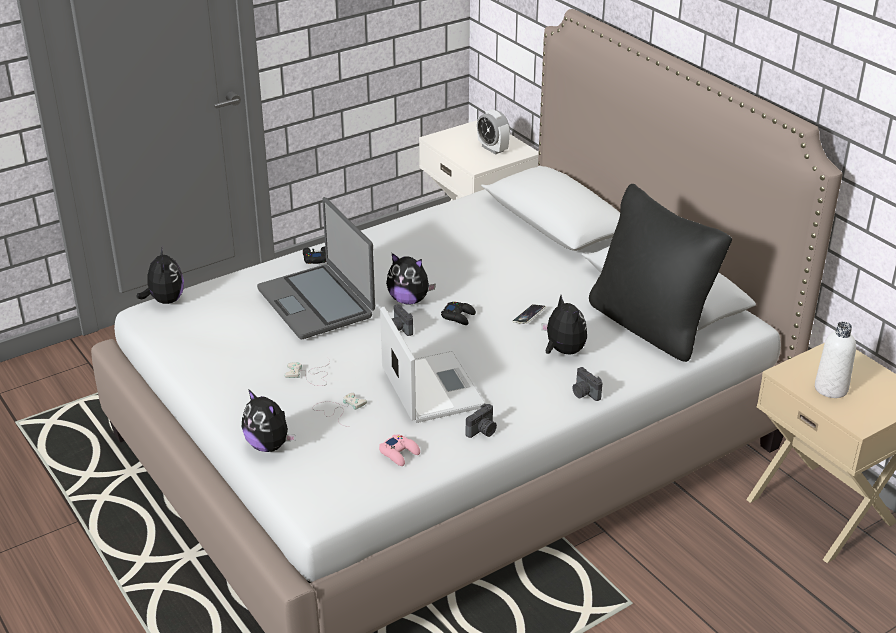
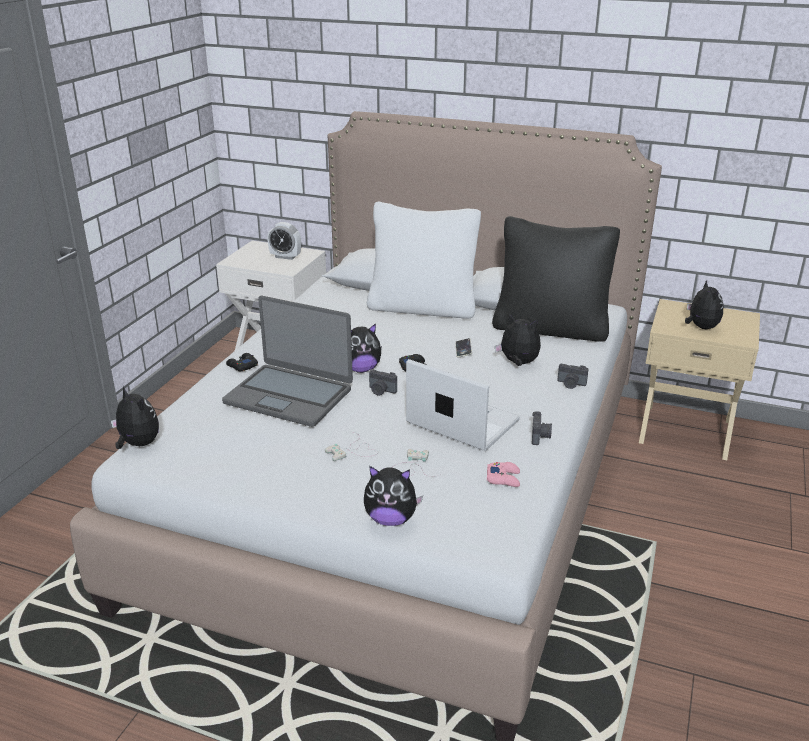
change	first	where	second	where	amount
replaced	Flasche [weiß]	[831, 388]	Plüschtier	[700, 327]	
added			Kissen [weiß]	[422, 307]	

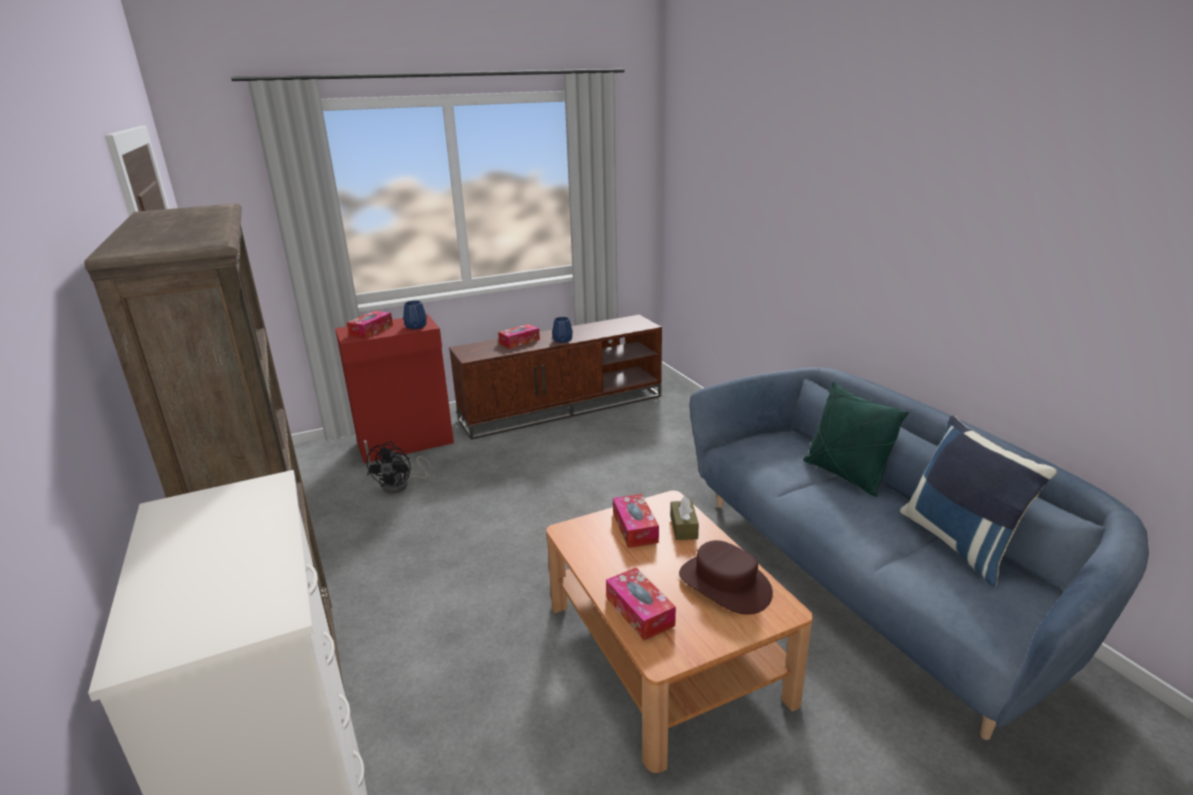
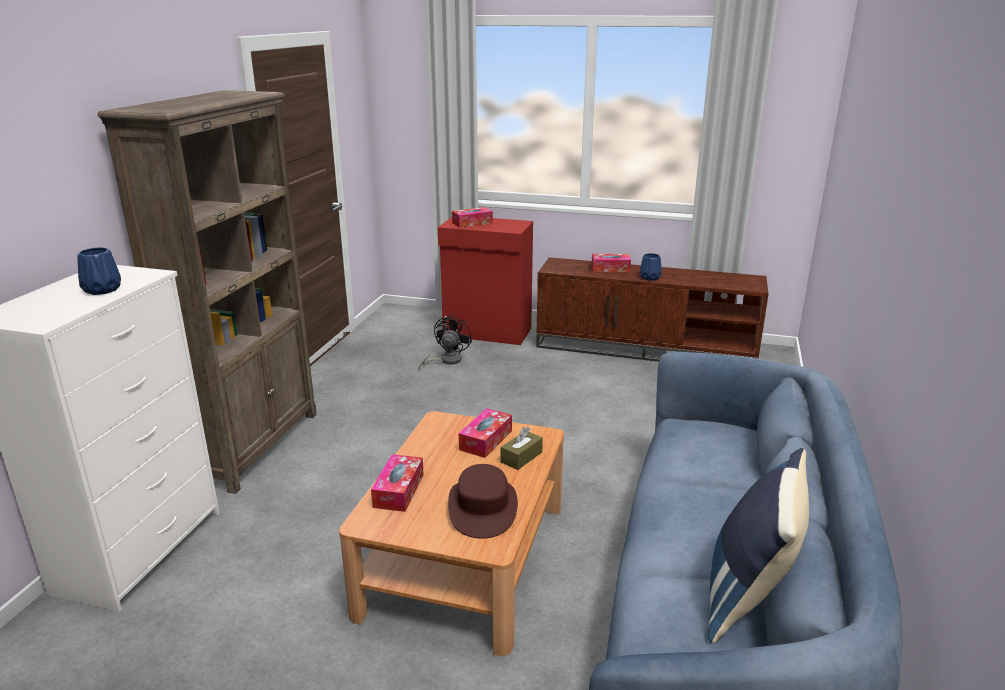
change	first	where	second	where	amount
turned	Ventilator [schwarz]	[401, 485]		[446, 361]	150 degrees clockwise
moved	Vase [blau]	[415, 326]		[101, 289]	
removed	Kissen [grün]	[845, 475]			

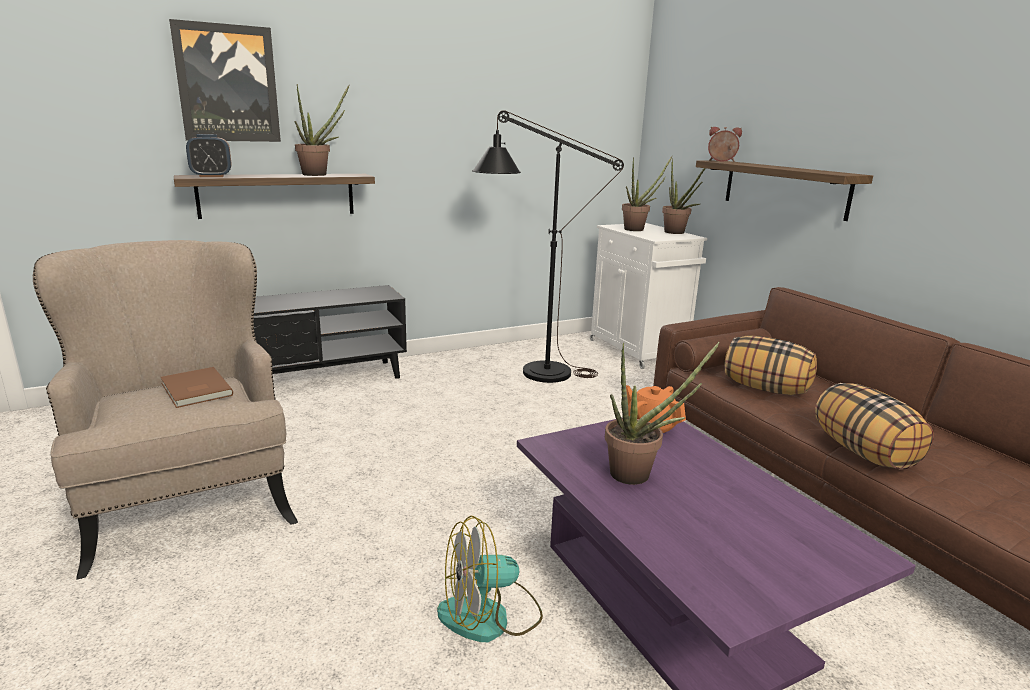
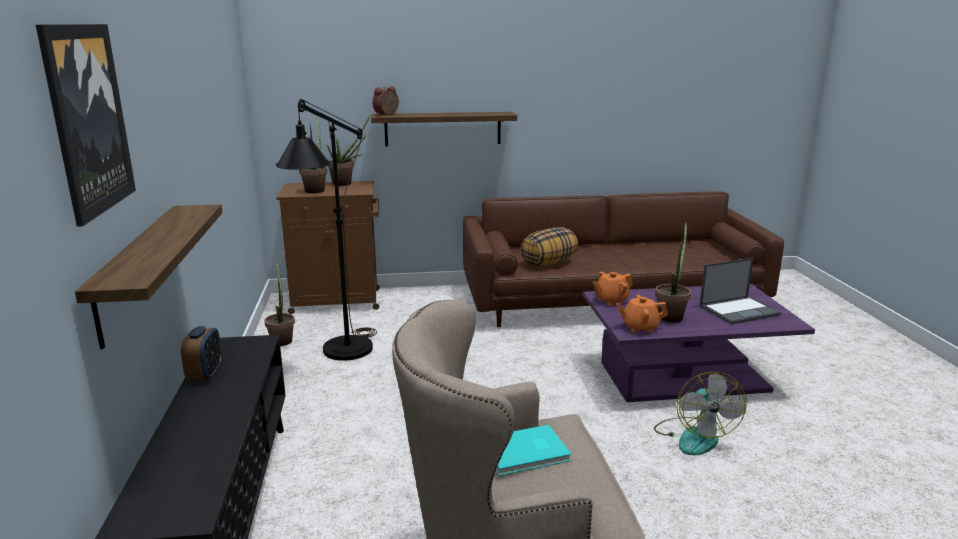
change	first	where	second	where	amount
recoloured	Buch [braun]	[194, 390]	Buch [türkis]	[527, 453]	
moved	Wecker	[211, 176]		[205, 374]	
moved	Topfpflanze	[320, 174]		[282, 339]	
recoloured	Schrank [weiß]	[639, 351]	Schrank [braun]	[338, 301]	
removed	Kissen	[864, 453]			
added			Teekanne [orange]	[640, 327]	
added			Laptop	[739, 310]	

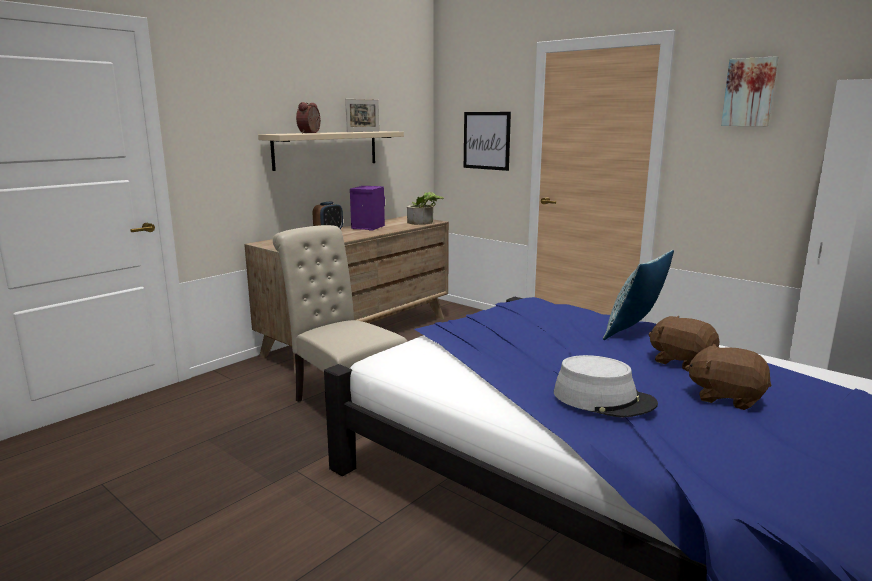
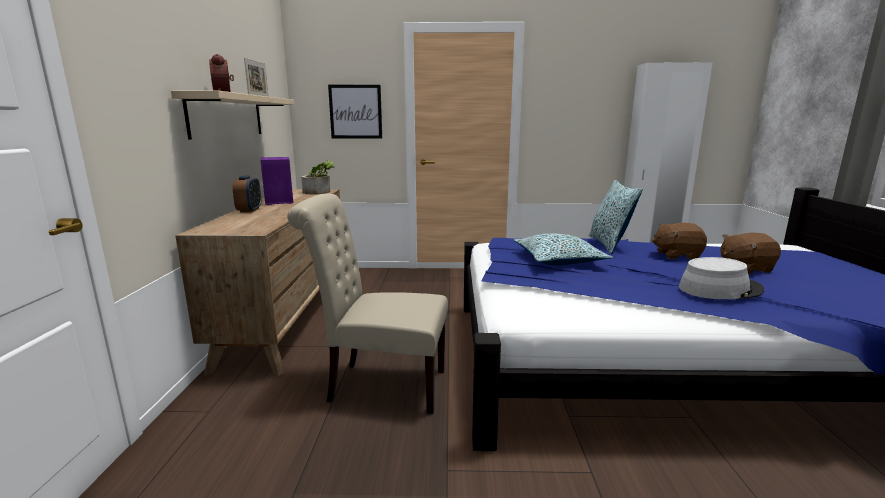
change	first	where	second	where	amount
removed	Bild	[749, 92]			
added			Kissen	[558, 260]	

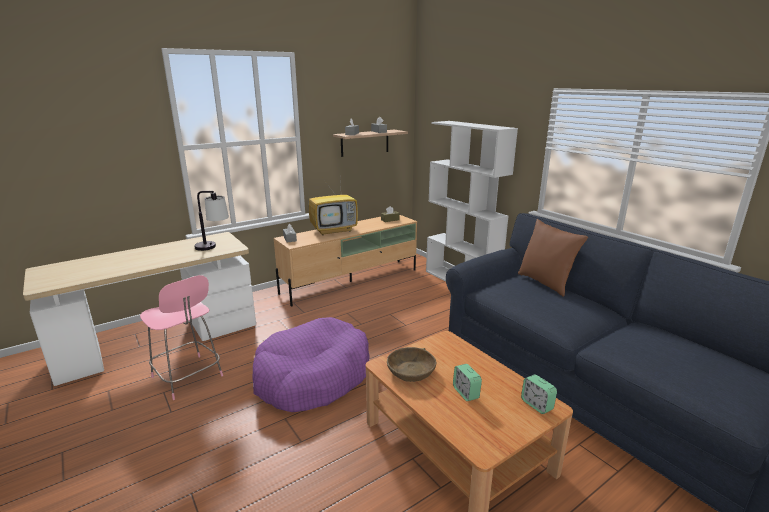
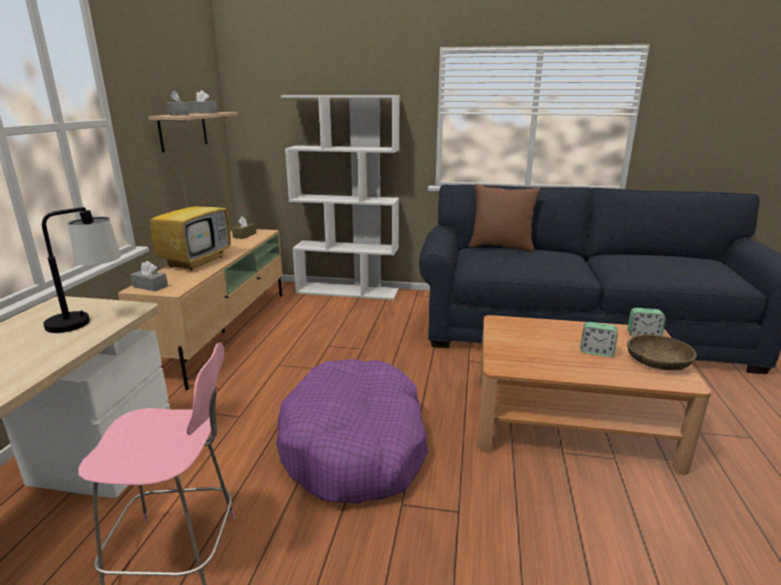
change	first	where	second	where	amount
moved	Schüssel [braun]	[411, 371]		[657, 361]	

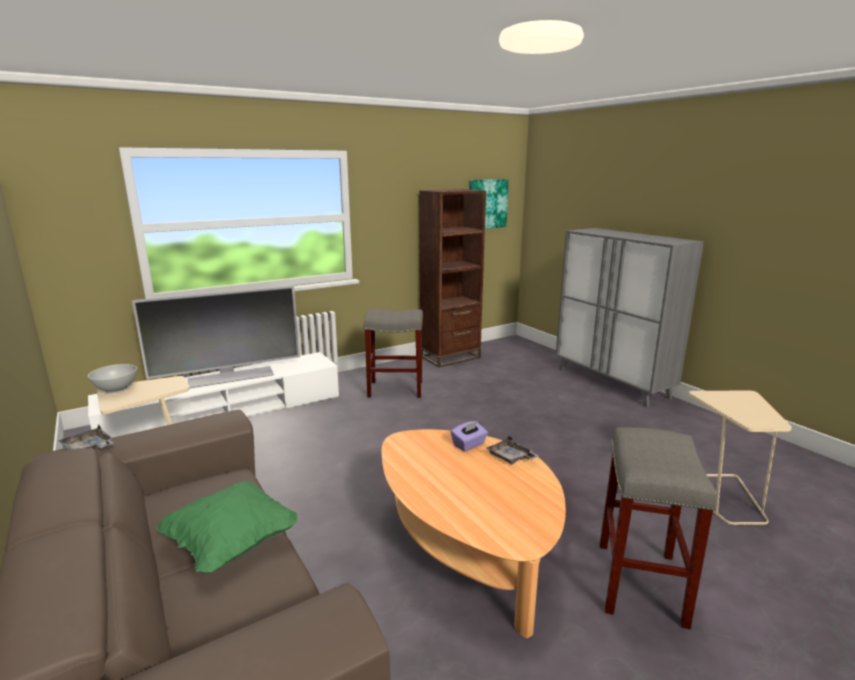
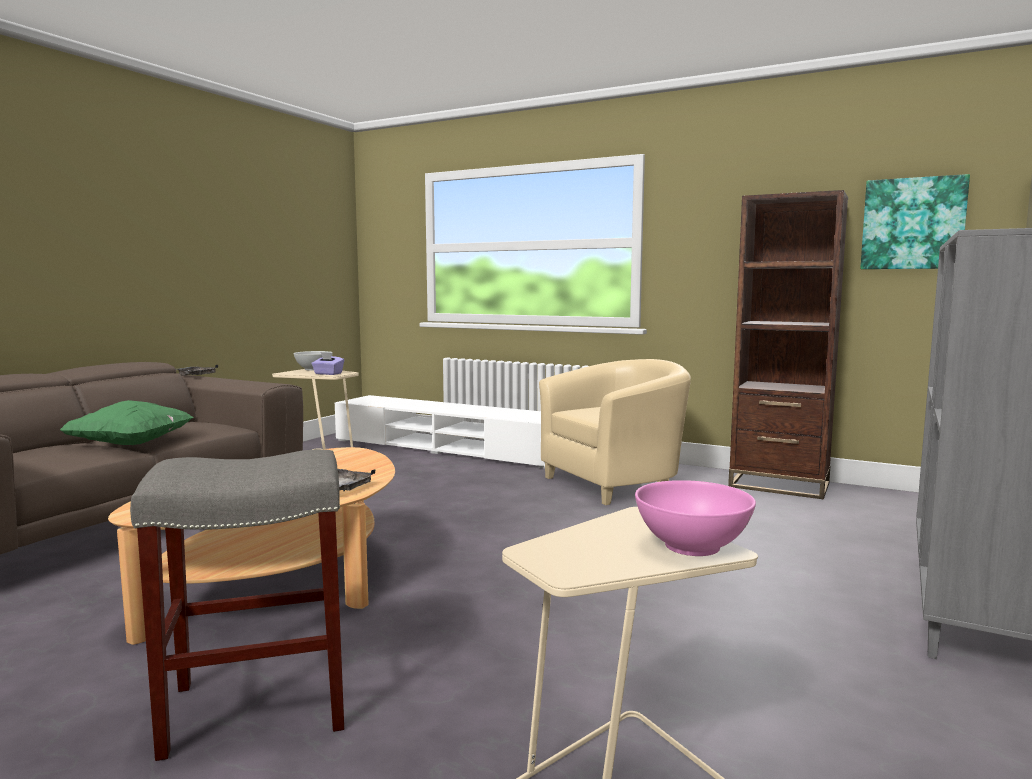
change	first	where	second	where	amount
removed	Fernseher	[230, 376]			
replaced	Hocker [grau]	[396, 389]	Sessel [beige]	[616, 483]	
moved	Taschentuchbox [lila]	[469, 445]		[328, 374]	
added			Schüssel [rosa]	[691, 546]	

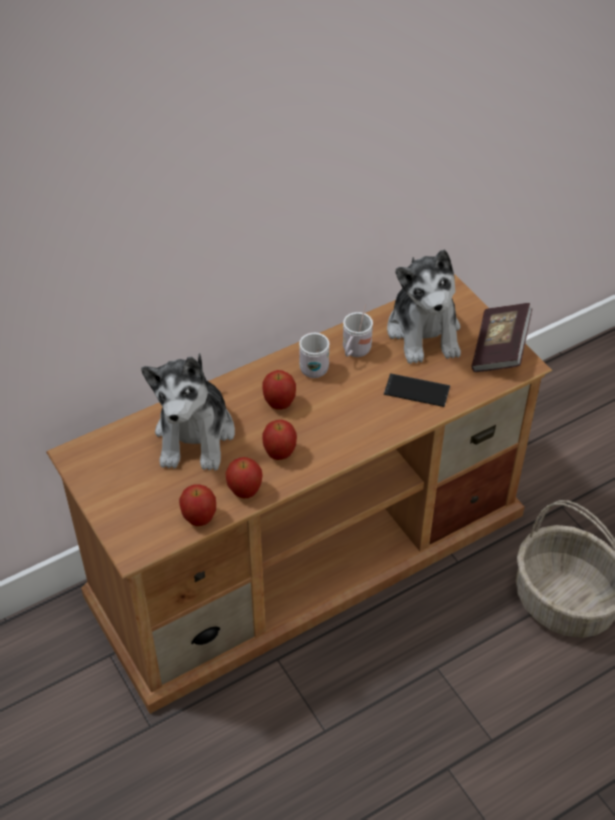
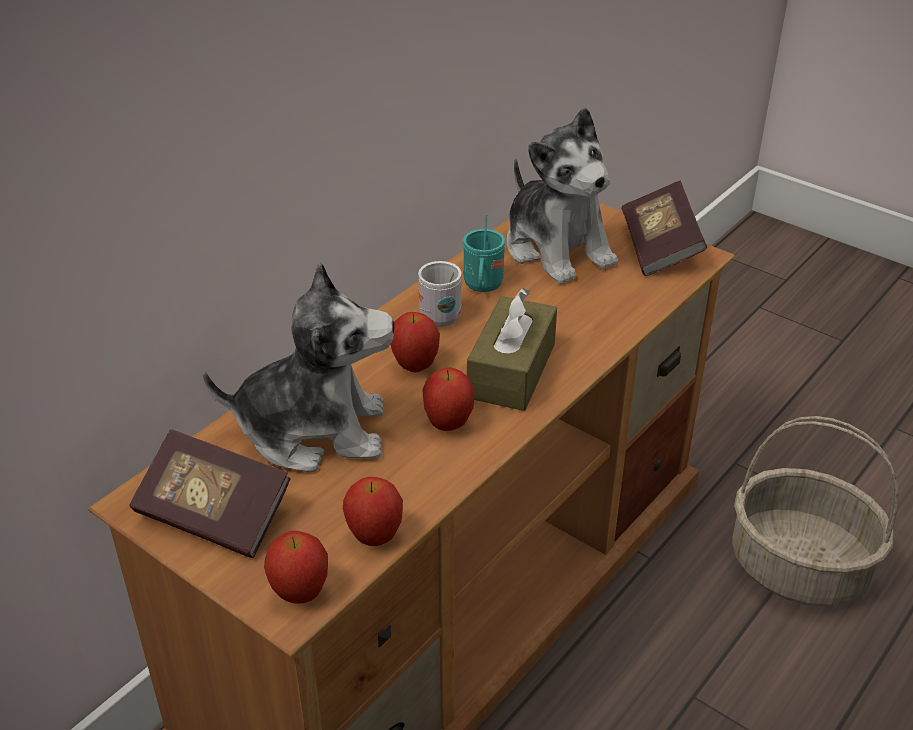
change	first	where	second	where	amount
turned	Plüschtier	[195, 435]		[314, 431]	75 degrees counterclockwise
moved	Apfel	[245, 492]		[300, 593]	
recoloured	Henkelbecher [weiß]	[354, 352]	Henkelbecher [türkis]	[482, 288]	
removed	Handy	[416, 390]			
added			Buch	[214, 515]	
added			Taschentuchbox [braun]	[511, 371]	

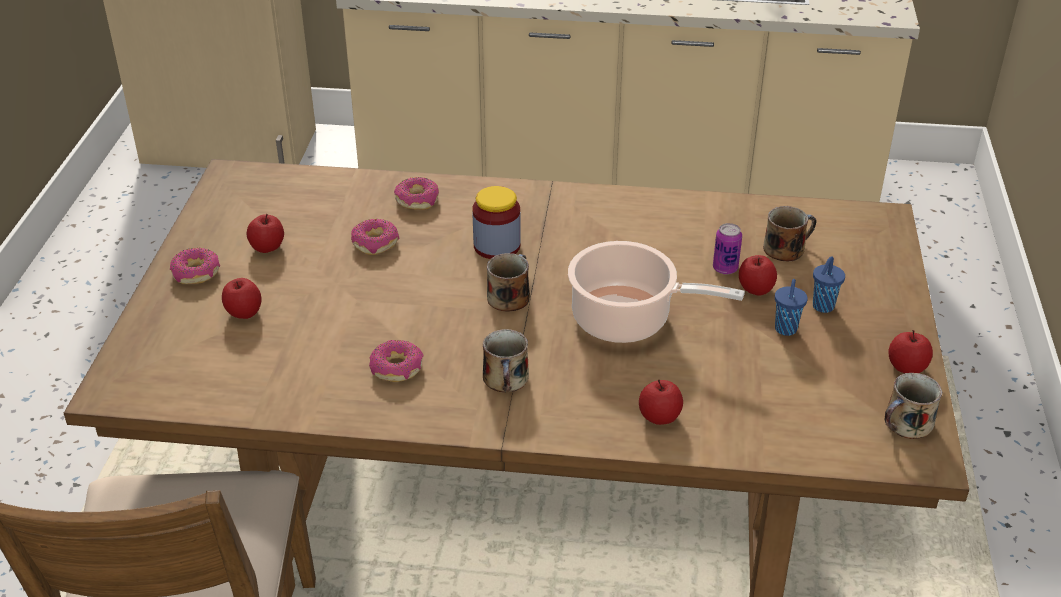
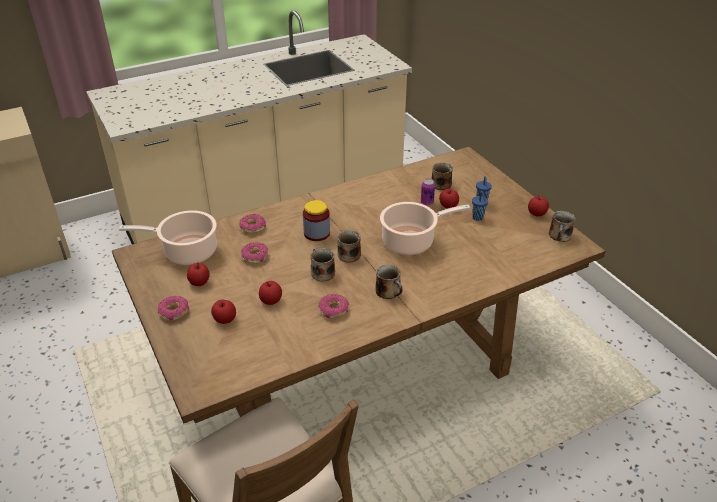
change	first	where	second	where	amount
moved	Apfel	[659, 416]		[271, 300]	
added			Kochtopf	[187, 252]	
added			Henkelbecher	[322, 272]	

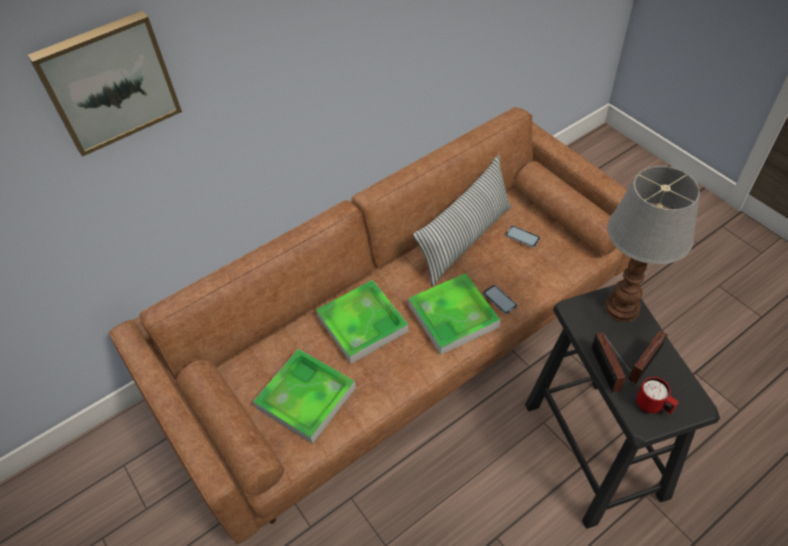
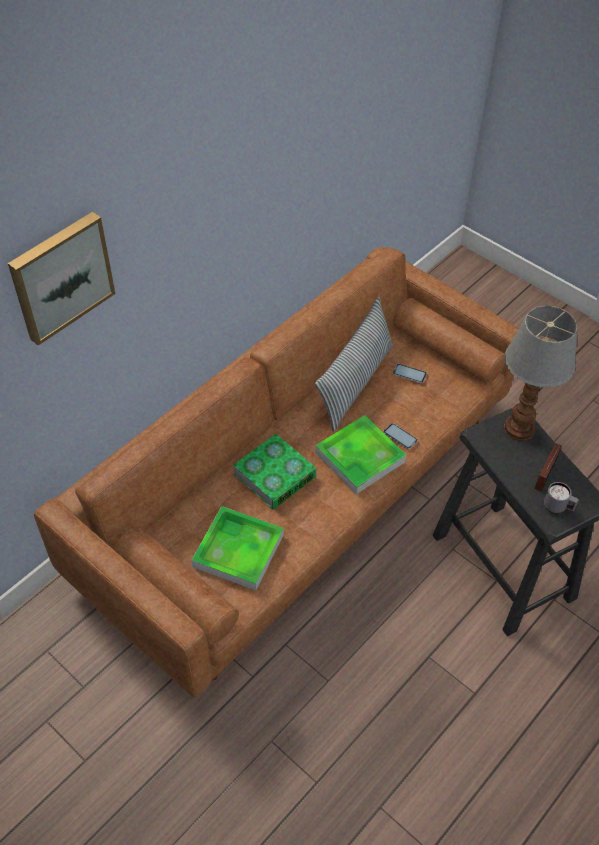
change	first	where	second	where	amount
replaced	Tablett	[362, 324]	Buch	[275, 475]	
removed	Radio	[605, 371]			
recoloured	Henkelbecher [rot]	[652, 406]	Henkelbecher [grau]	[558, 508]	

